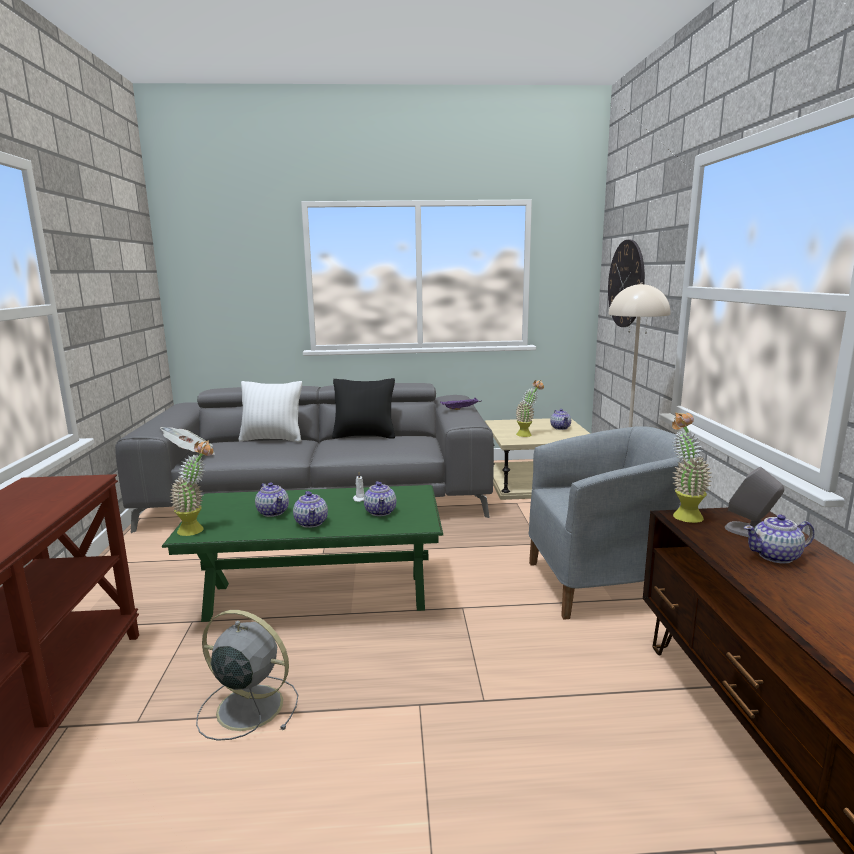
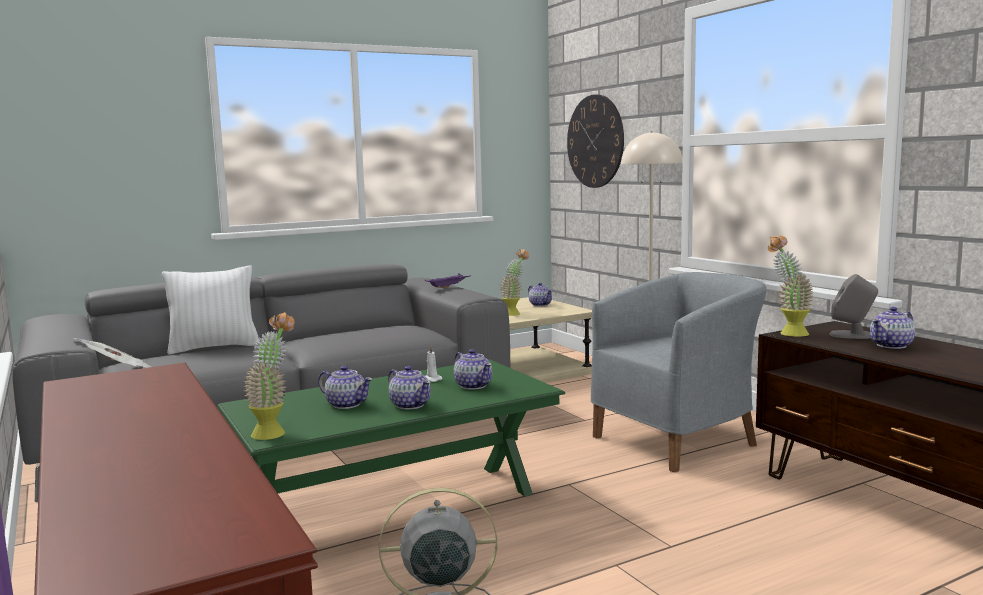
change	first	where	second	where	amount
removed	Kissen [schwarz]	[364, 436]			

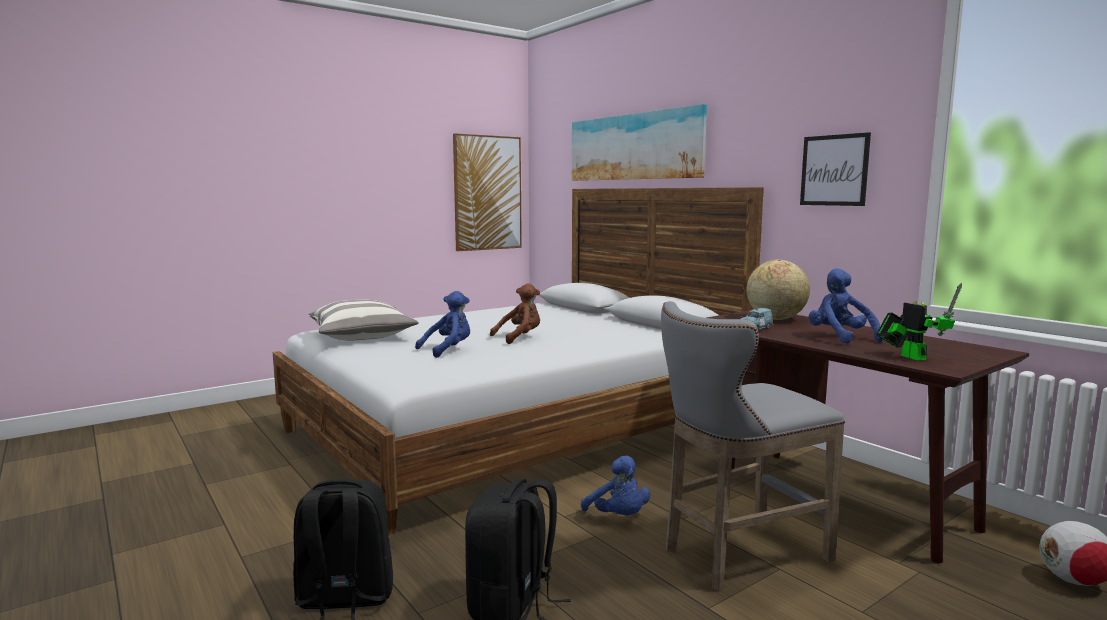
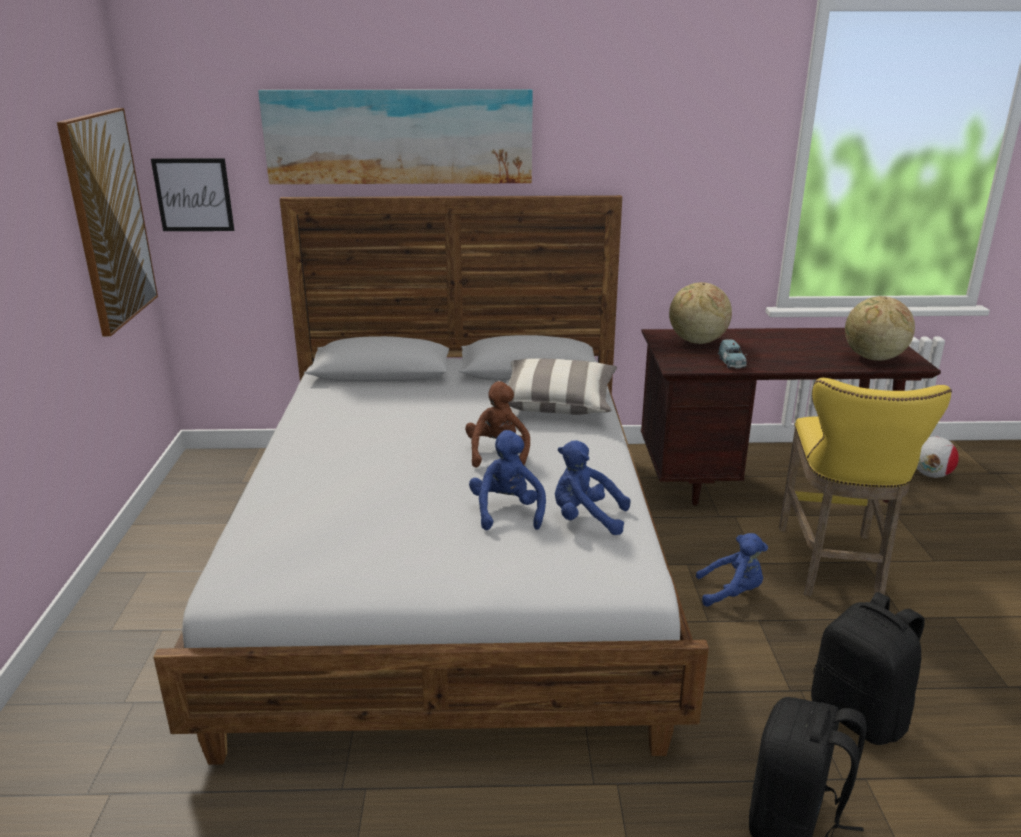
change	first	where	second	where	amount
moved	Kissen	[362, 336]		[557, 403]	
recoloured	Hocker [grau]	[736, 554]	Hocker [gelb]	[832, 568]	
moved	Bild	[834, 170]		[193, 195]	
moved	Plüschtier [blau]	[839, 337]		[586, 519]	
replaced	Spielzeugroboter	[910, 356]	Globus	[873, 358]	

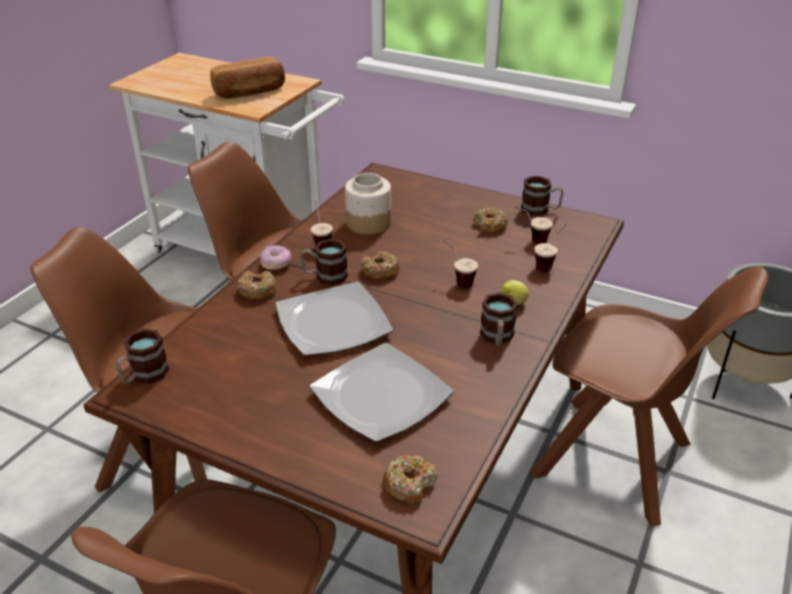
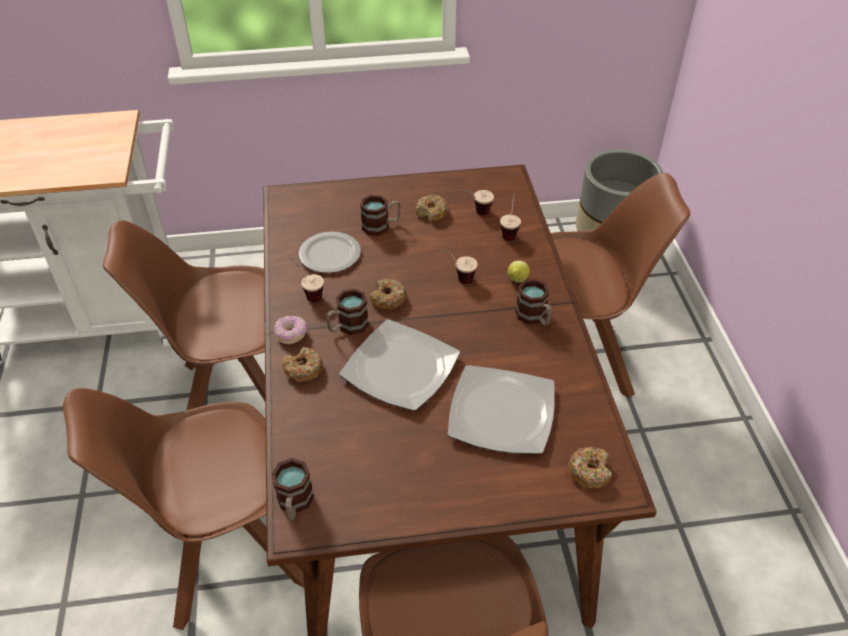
change	first	where	second	where	amount
removed	Brot	[250, 92]			
replaced	Vorratsglas	[368, 223]	Teller	[329, 255]	
moved	Henkelbecher	[540, 210]		[381, 226]	

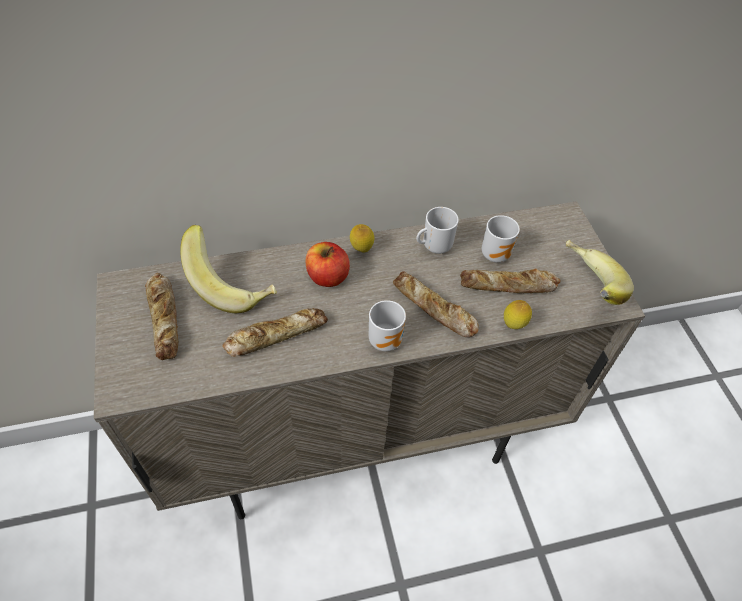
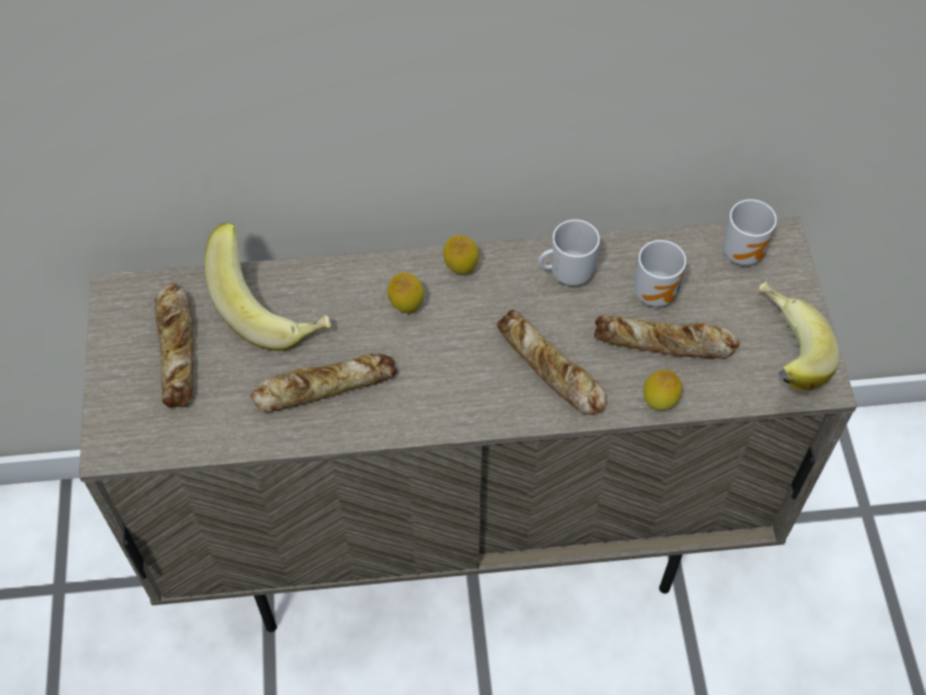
change	first	where	second	where	amount
replaced	Apfel	[327, 277]	Zitrone	[406, 307]	
moved	Henkelbecher	[387, 340]		[745, 252]	

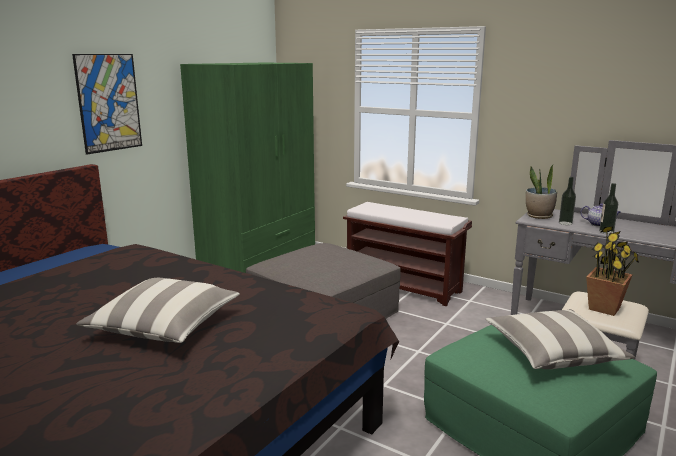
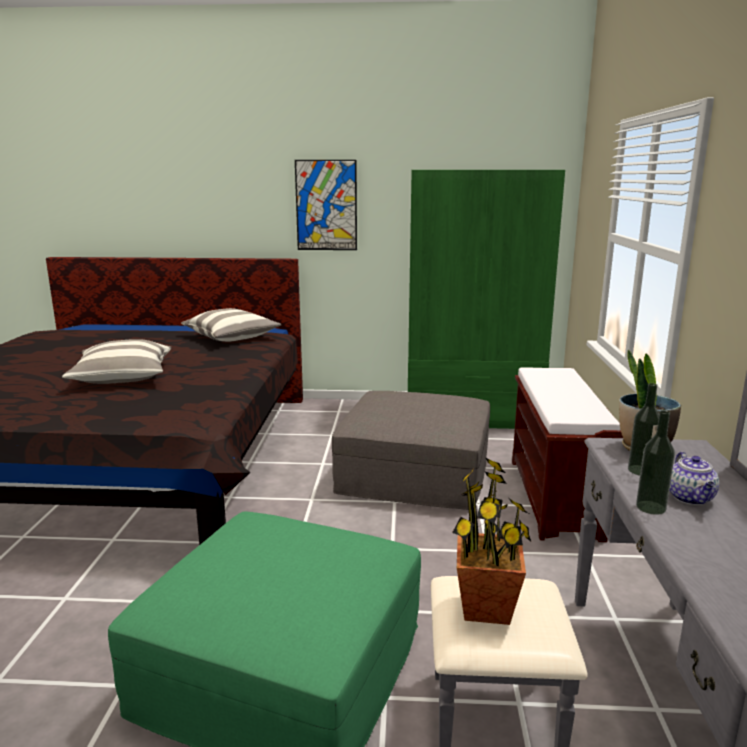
change	first	where	second	where	amount
moved	Kissen	[553, 354]		[231, 337]	

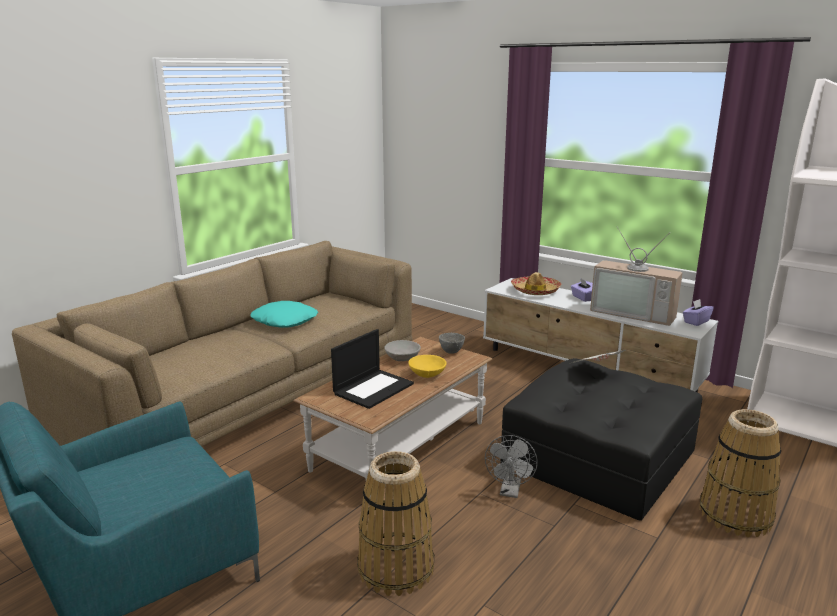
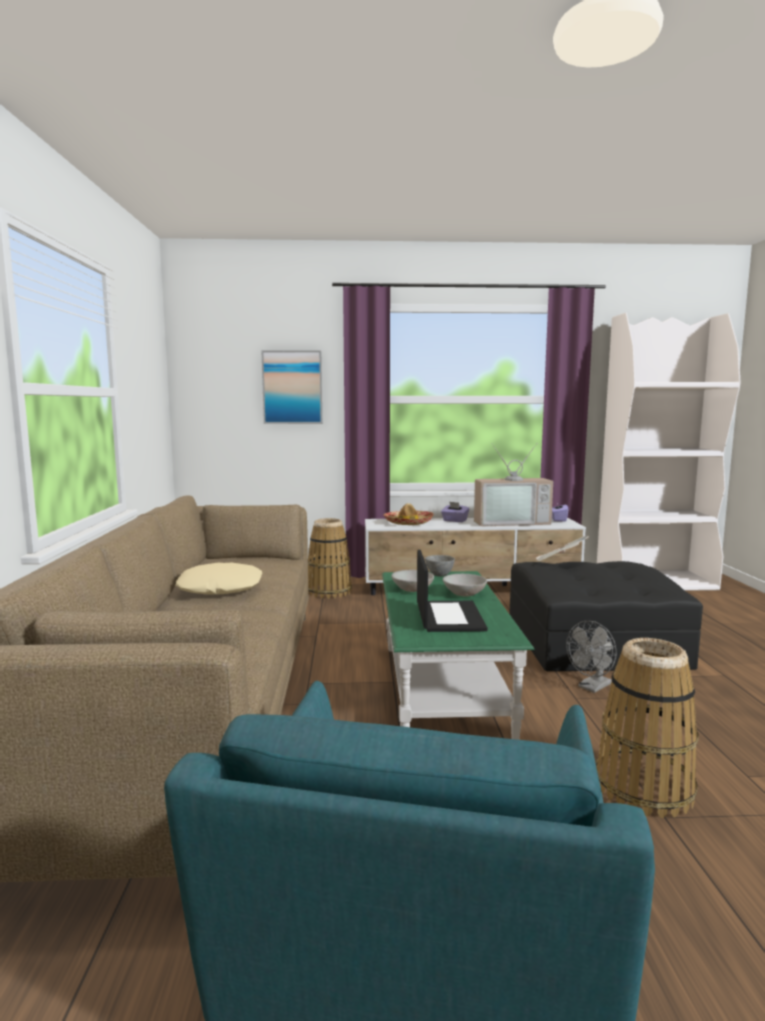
change	first	where	second	where	amount
recoloured	Kissen [türkis]	[285, 321]	Kissen [beige]	[220, 588]	
recoloured	Couchtisch [braun]	[400, 445]	Couchtisch [grün]	[442, 690]	
recoloured	Schüssel [gelb]	[427, 374]	Schüssel [grau]	[464, 594]	
turned	Ventilator [grau]	[510, 492]		[592, 687]	75 degrees clockwise
moved	Korb	[735, 515]		[329, 591]	
added			Bild	[292, 387]	

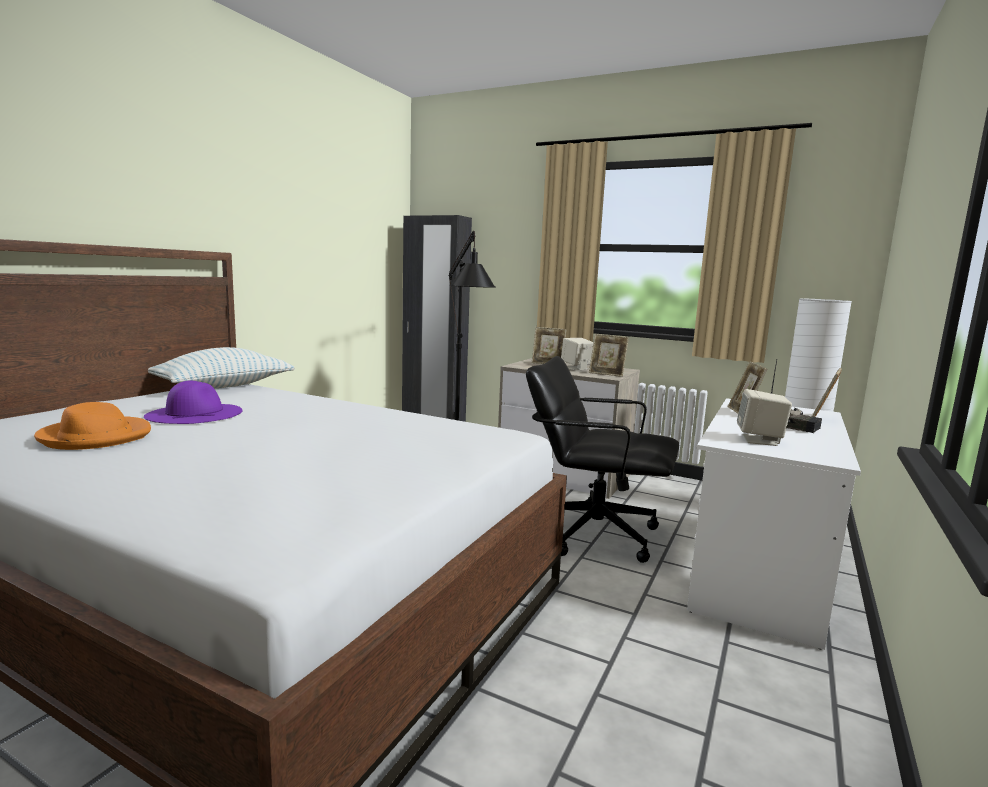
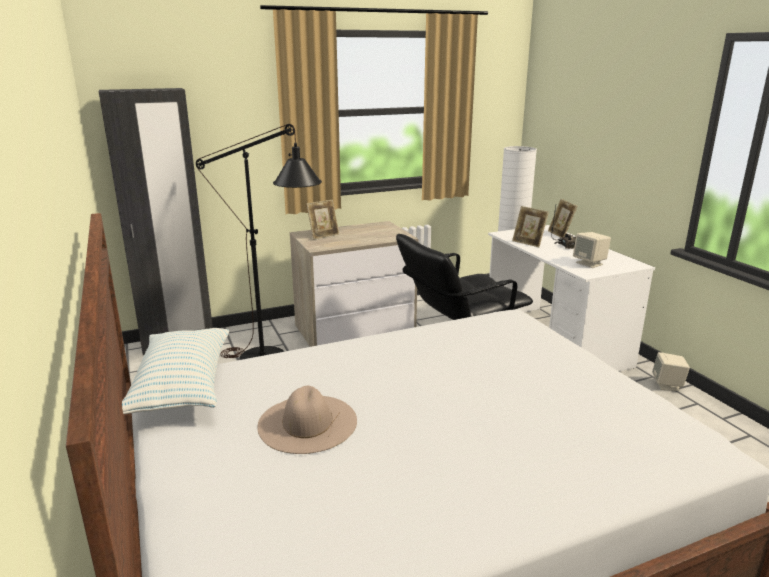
change	first	where	second	where	amount
removed	Hut [orange]	[96, 437]			
recoloured	Hut [lila]	[194, 413]	Hut [beige]	[307, 423]	
moved	Lautsprecher [beige]	[576, 368]		[667, 385]	
removed	Bilderrahmen	[607, 374]			

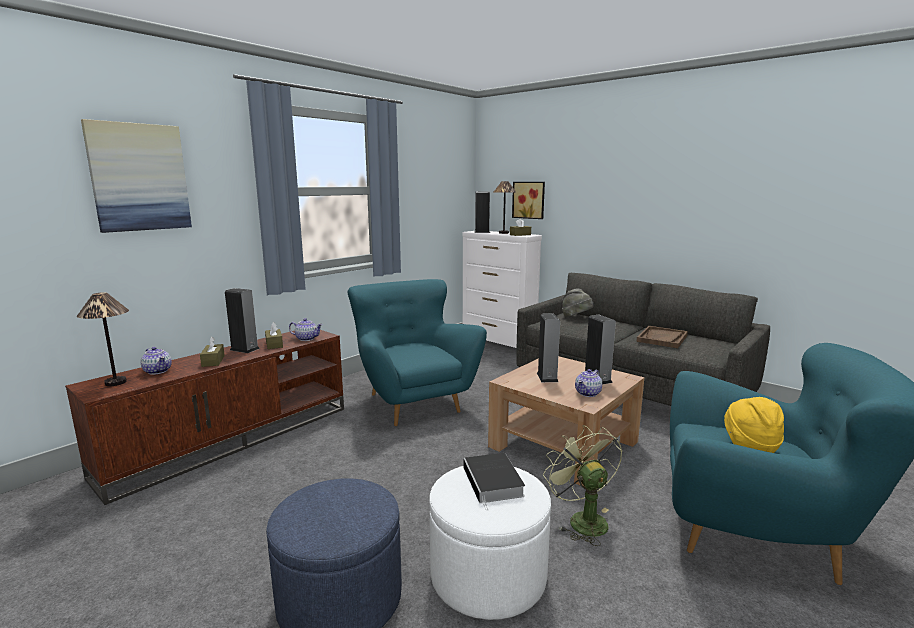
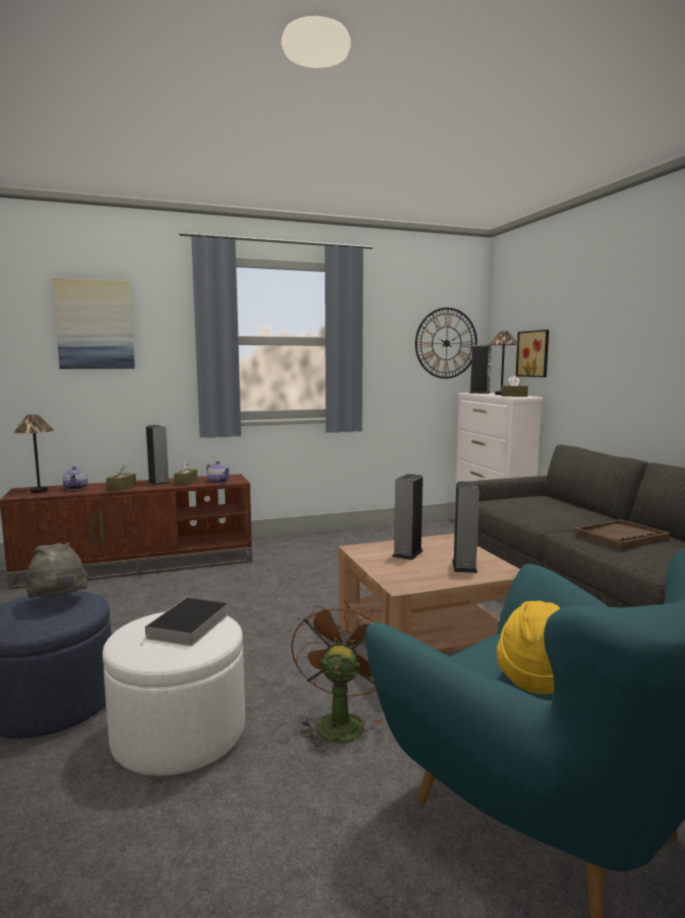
change	first	where	second	where	amount
removed	Sessel [türkis]	[412, 402]			
recoloured	Ventilator [grün]	[582, 519]	Ventilator [braun]	[339, 721]	
moved	Hut [grau]	[576, 318]		[58, 602]	
removed	Teekanne	[588, 393]			
added			Wanduhr	[446, 343]	

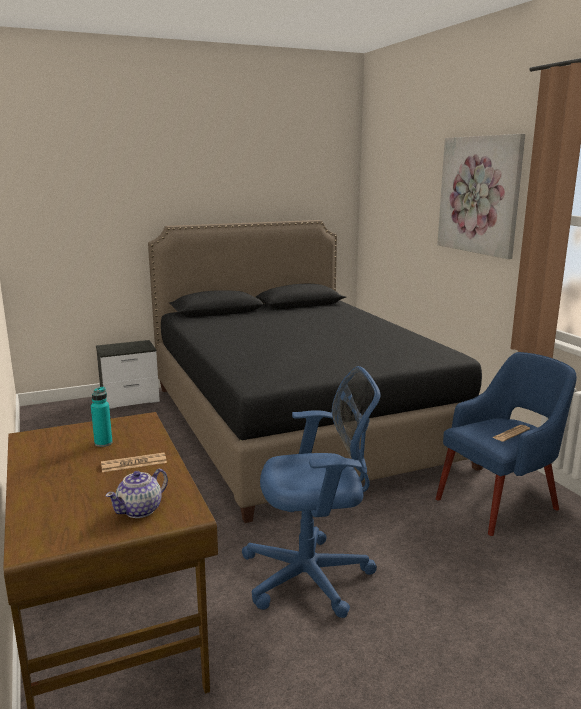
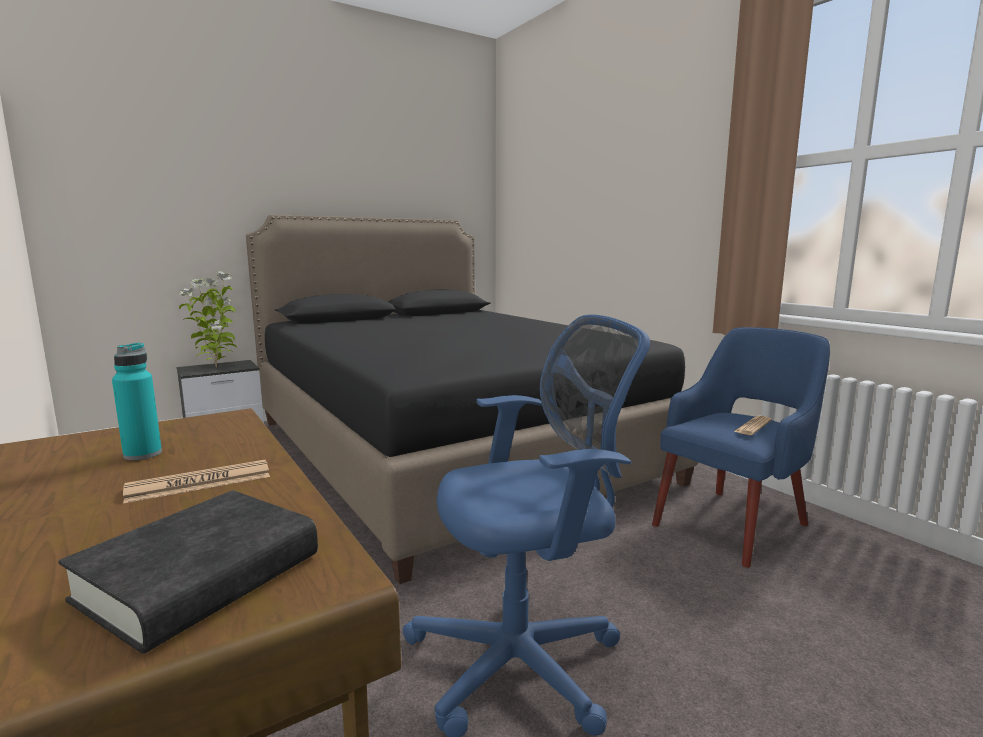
change	first	where	second	where	amount
replaced	Teekanne	[140, 510]	Buch [schwarz]	[200, 578]	
removed	Bild	[479, 195]			
added			Topfpflanze	[216, 367]	

